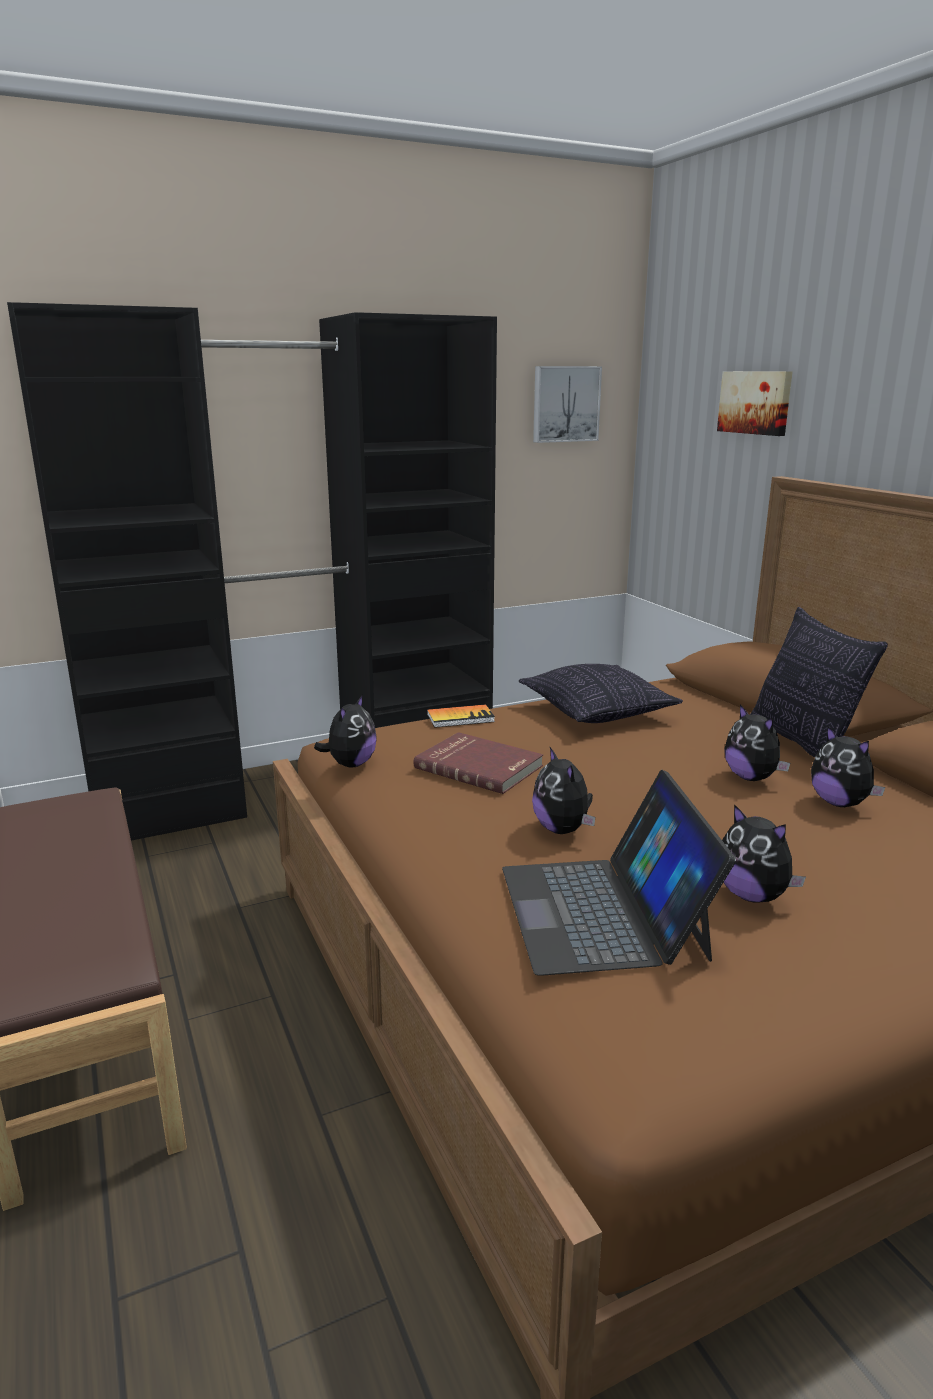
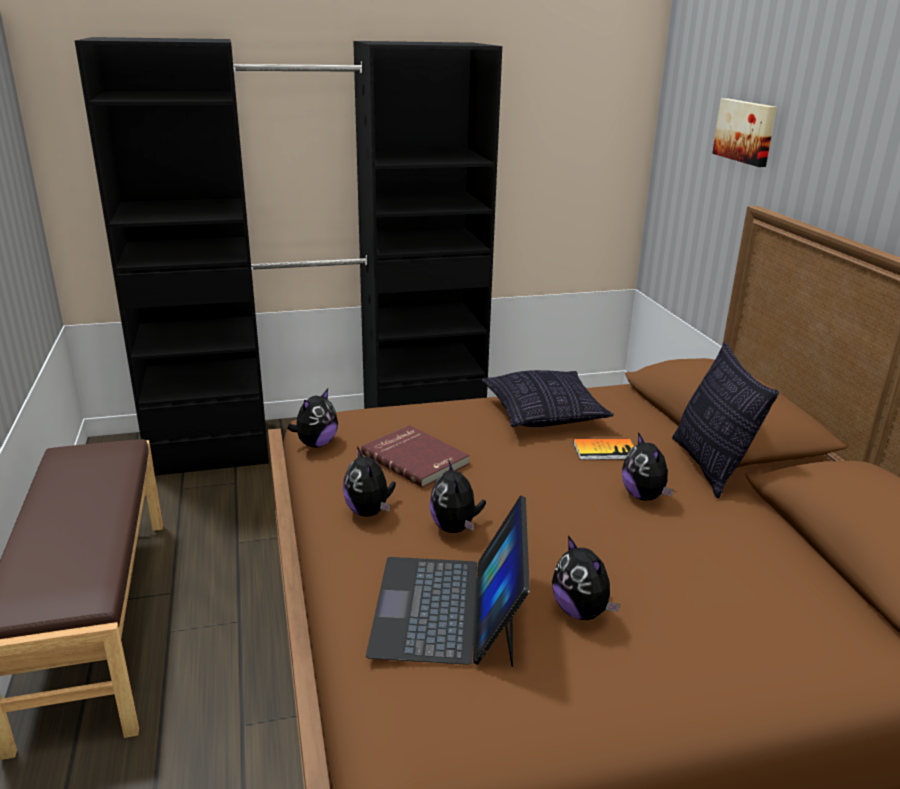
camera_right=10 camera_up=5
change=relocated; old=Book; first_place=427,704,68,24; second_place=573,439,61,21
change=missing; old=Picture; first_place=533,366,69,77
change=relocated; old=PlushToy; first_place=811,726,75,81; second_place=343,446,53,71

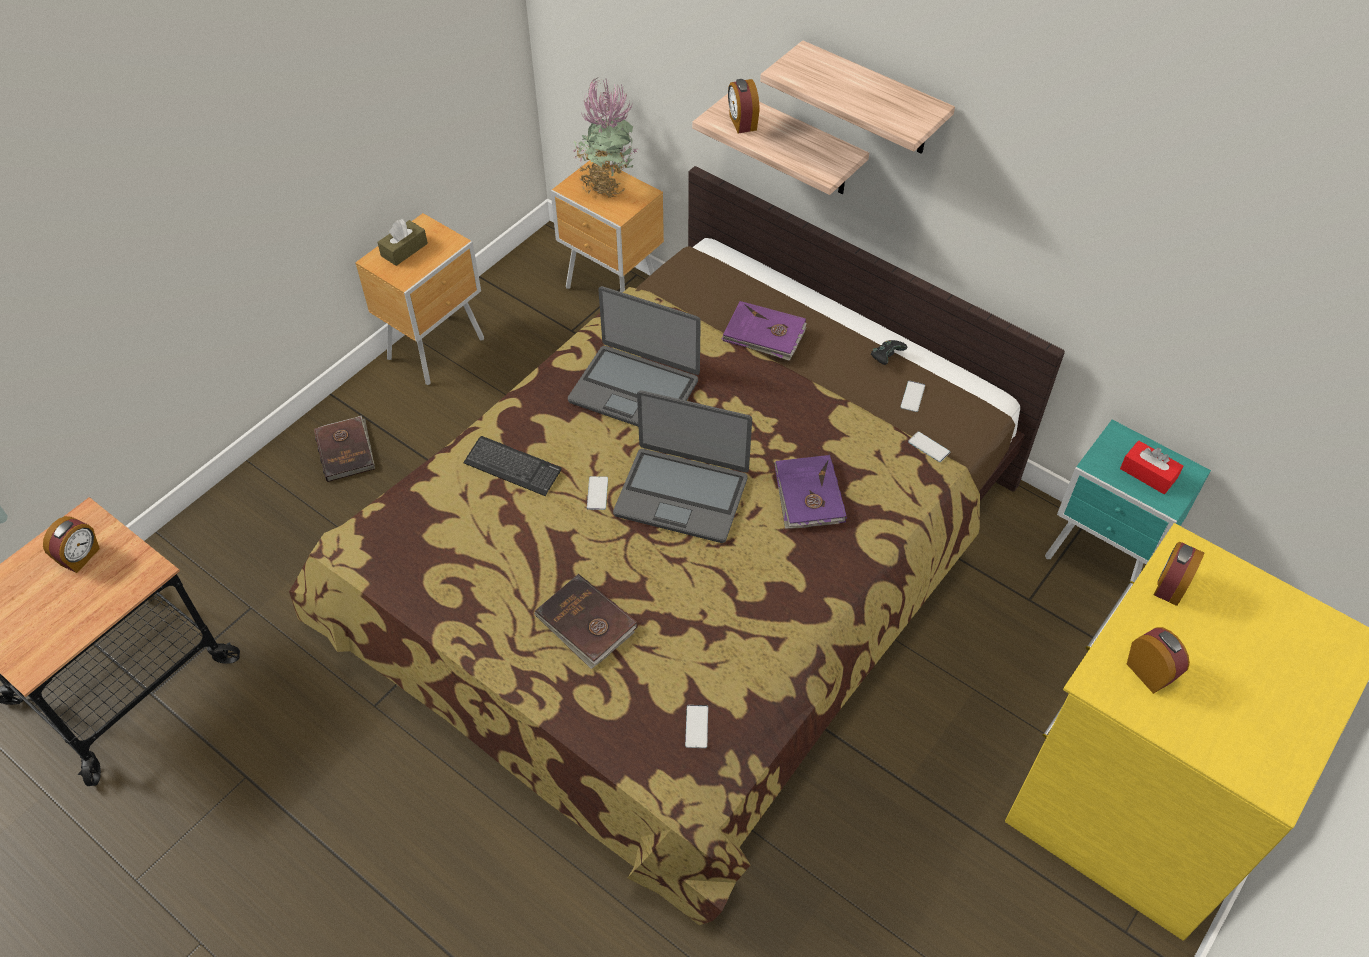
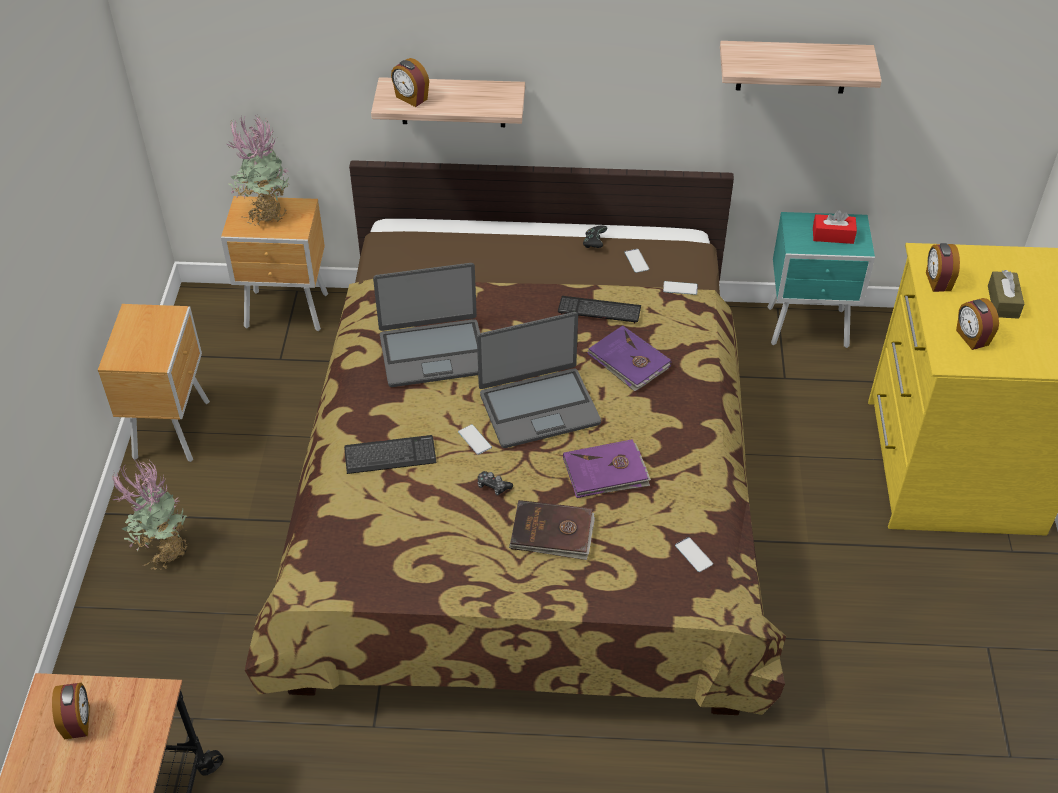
camera_right=-35 camera_up=-5
change=exchanged; old=BrownBook; new=PottedPlant; first_place=314,416,61,66; second_place=112,458,75,112
change=relocated; old=BrownTissueBox; first_place=377,219,51,47; second_place=988,270,36,49
change=relocated; old=PurpleBook; first_place=722,301,85,60; second_place=563,439,88,59
change=relocated; old=Shelf; first_place=760,40,195,114; second_place=720,41,162,53
change=spun; old=AlarmClock; first_place=1127,627,63,67; second_place=956,298,43,52; degrees=-135
change=appeared; new=GameController; second_place=478,471,35,24
change=appeared; new=Keyboard; second_place=558,296,83,27

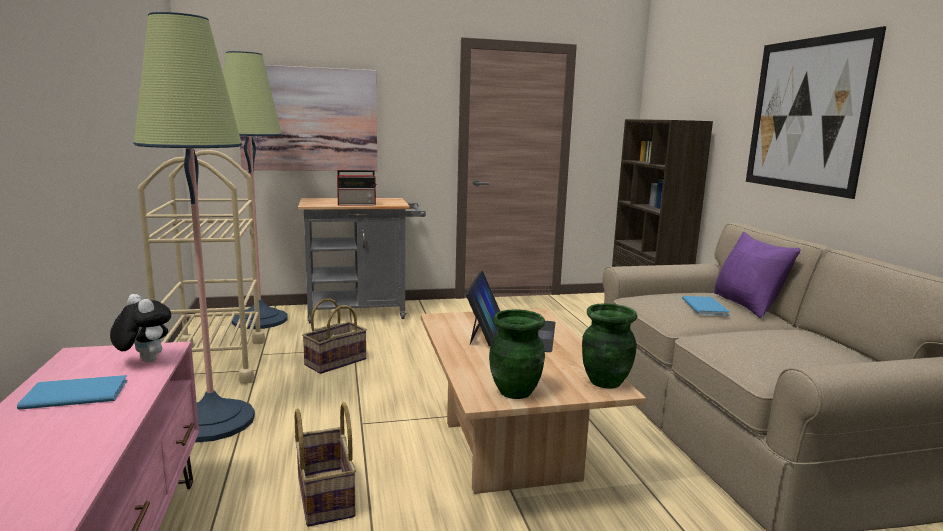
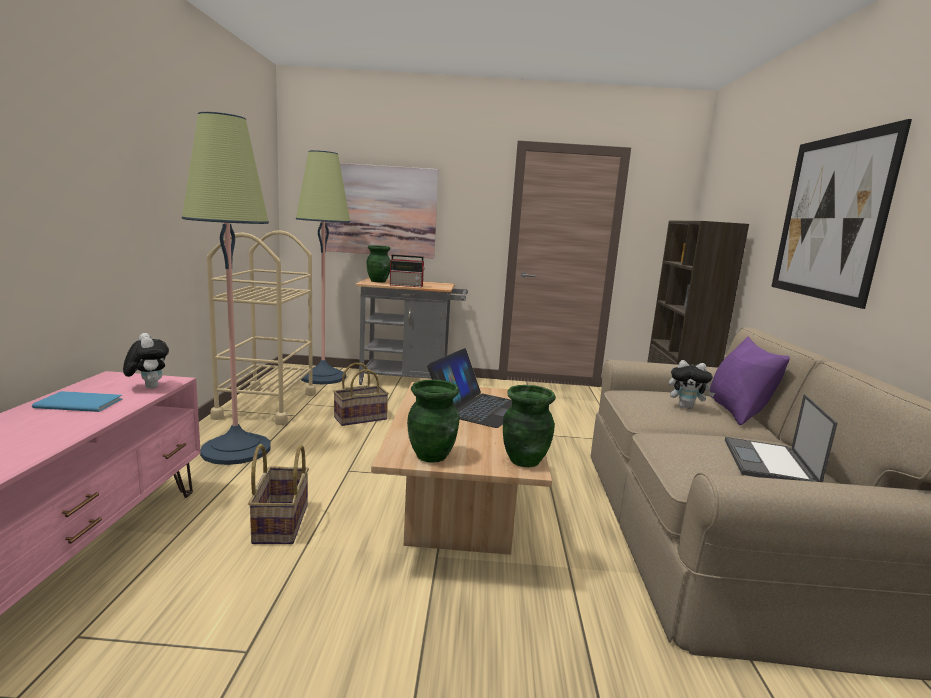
camera_right=15 camera_up=0
change=exchanged; old=BlueBook; new=PlushToy; first_place=682,296,48,20; second_place=669,360,46,49
change=appeared; new=GreenVase; second_place=367,245,23,37
change=appeared; new=Laptop; second_place=725,394,112,88

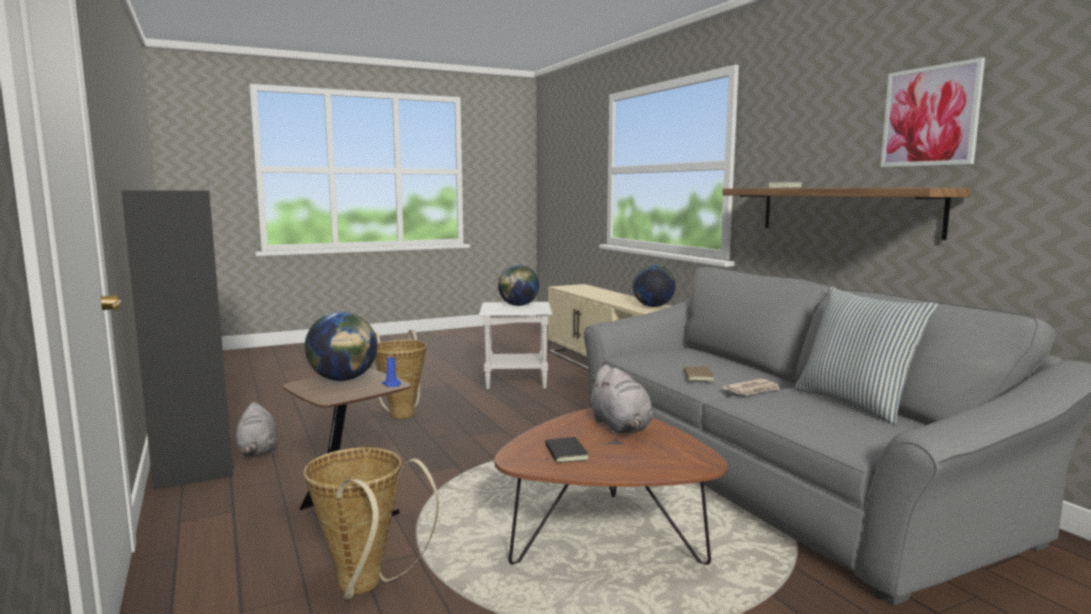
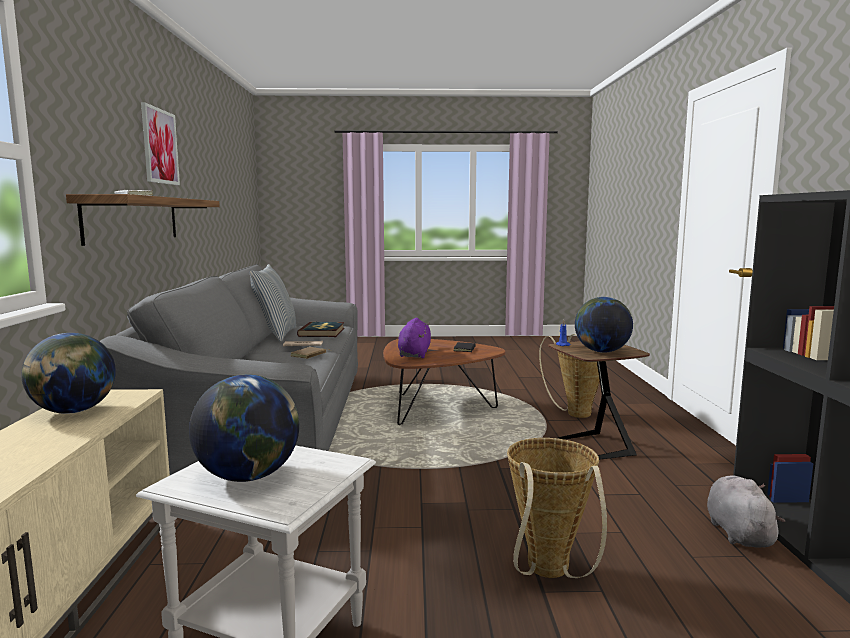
camera_right=-155 camera_up=0
change=colour; old=GreyPlushToy; new=PurplePlushToy; first_place=588,365,65,69; second_place=398,318,33,40
change=appeared; new=Book; second_place=297,322,47,15

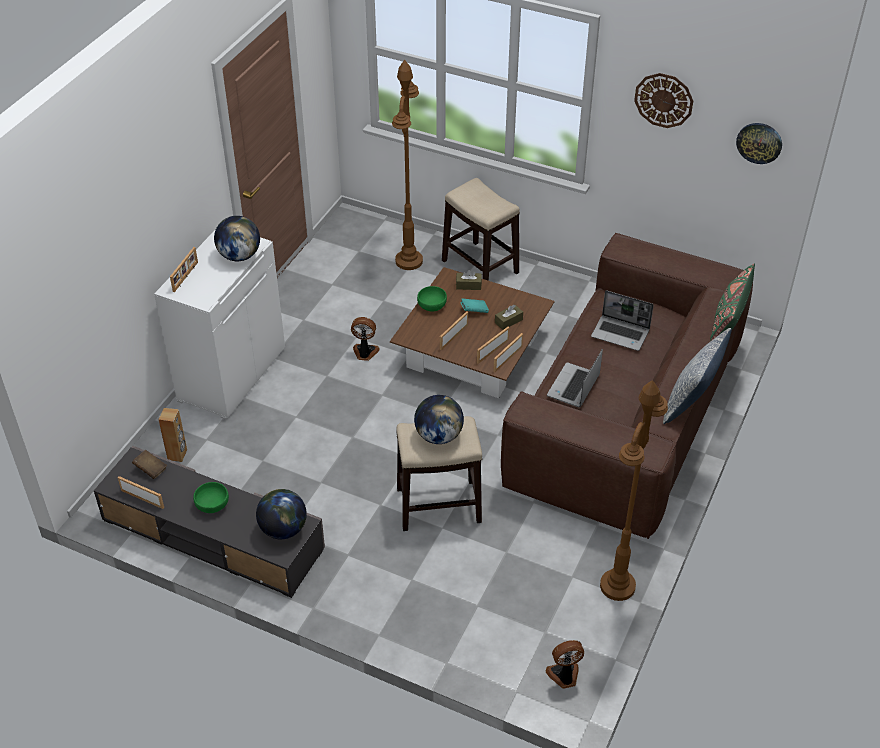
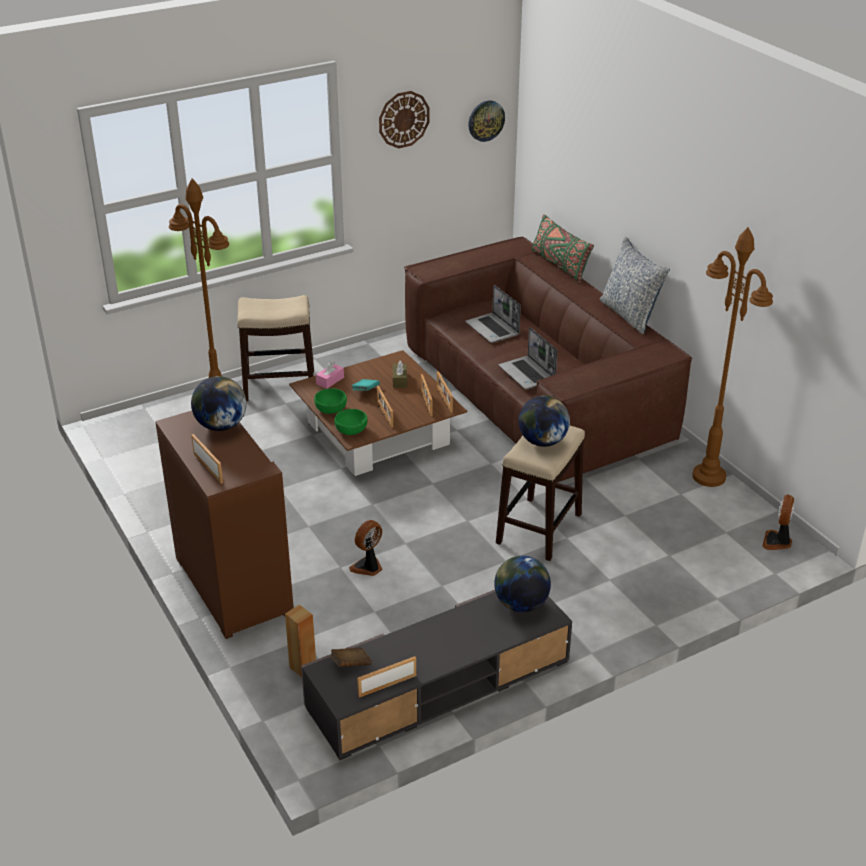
camera_right=-55 camera_up=-10
change=colour; old=WhiteCabinet; new=BrownCabinet; first_place=154,229,131,191; second_place=155,411,139,228
change=relocated; old=GreenBowl; first_place=193,482,36,31; second_place=334,409,34,26
change=relocated; old=Fan; first_place=351,317,29,44; second_place=349,520,34,56
change=colour; old=BrownTissueBox; new=PinkTissueBox; first_place=456,270,26,20; second_place=316,361,28,28
change=spun; old=Laptop; first_place=591,290,63,61; second_place=465,285,56,58; degrees=90

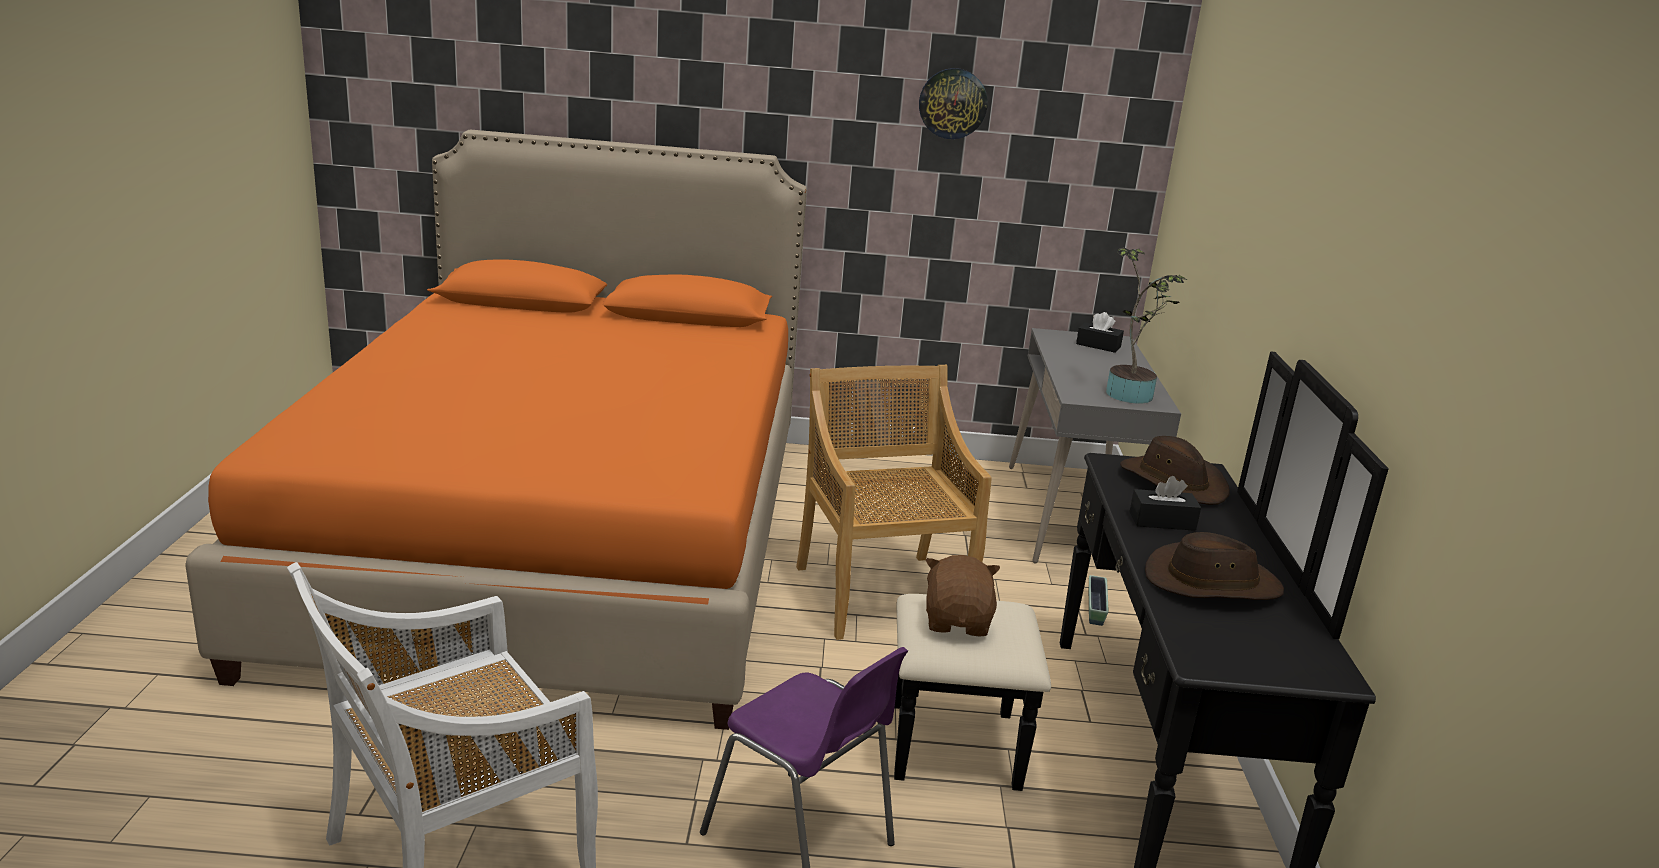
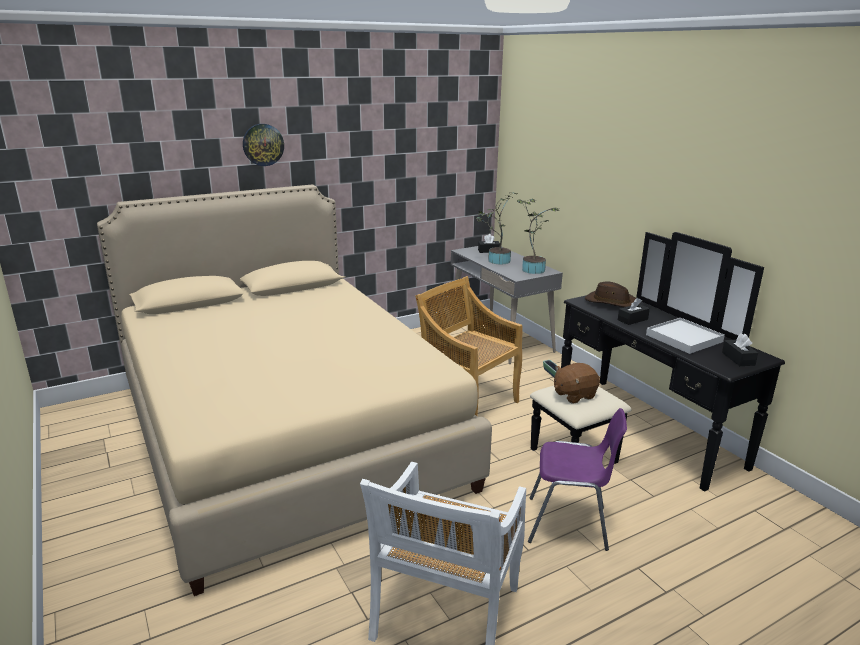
camera_right=-30 camera_up=0
change=colour; old=OrangeBed; new=BeigeBed; first_place=185,130,622,600; second_place=97,185,395,411
change=relocated; old=WallClock; first_place=919,68,69,71; second_place=243,124,41,42
change=spun; old=BrownPlushToy; first_place=926,555,74,81; second_place=554,363,46,41; degrees=-90
change=exchanged; old=BrownHat; new=WhiteTray; first_place=1145,532,139,68; second_place=646,318,79,36
change=appeared; new=PottedPlant; second_place=476,192,41,72
change=appeared; new=BlackTissueBox; second_place=722,333,36,33

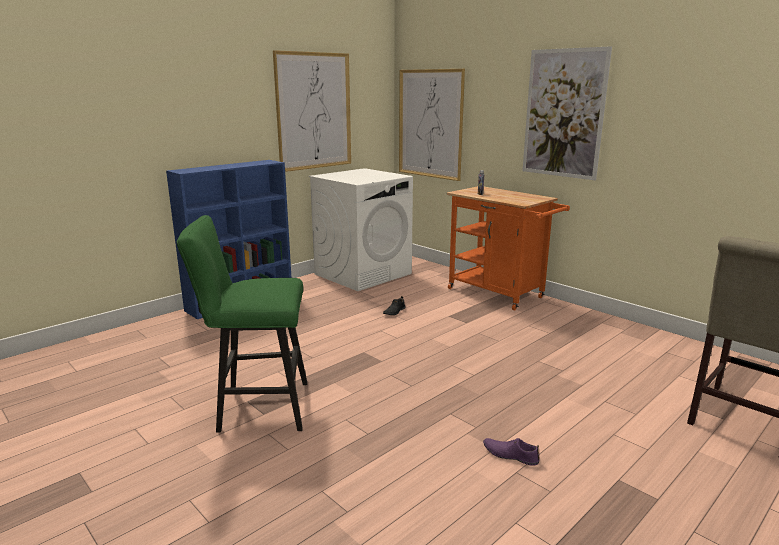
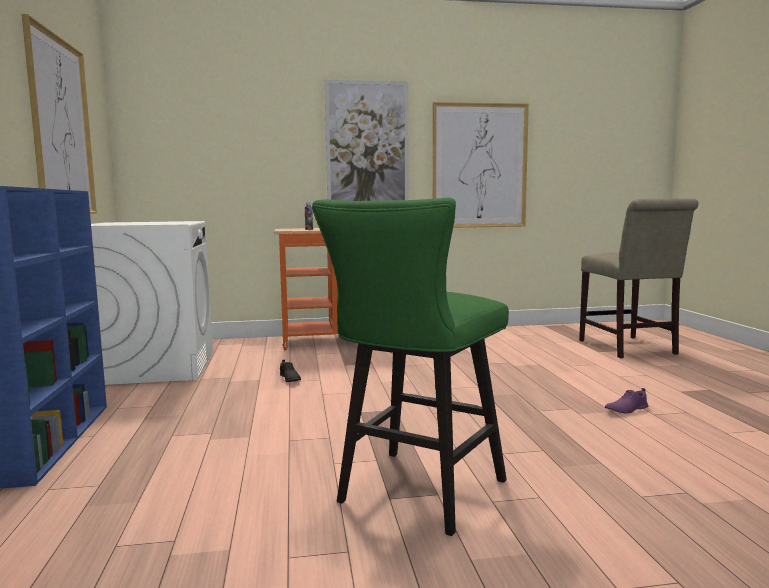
camera_right=-55 camera_up=-10
change=relocated; old=Picture; first_place=399,69,66,112; second_place=433,102,96,126

